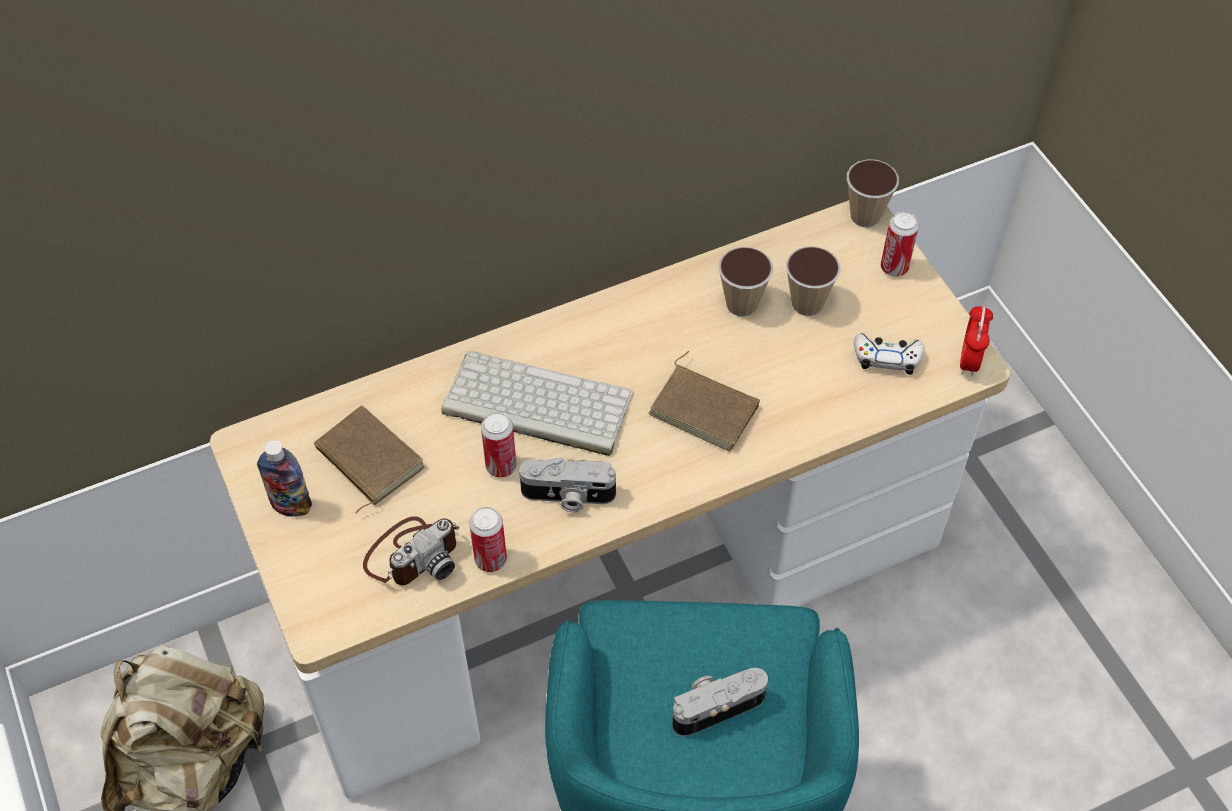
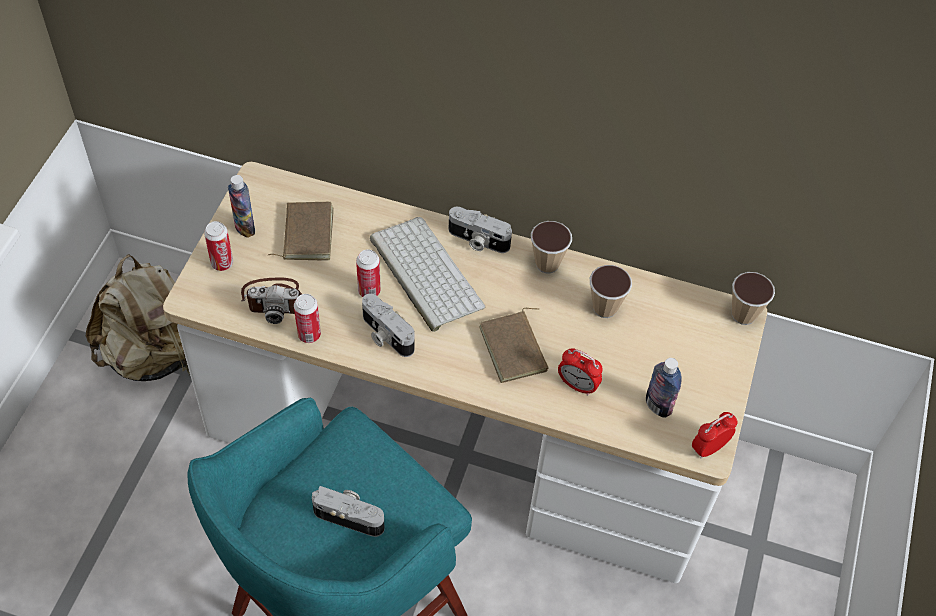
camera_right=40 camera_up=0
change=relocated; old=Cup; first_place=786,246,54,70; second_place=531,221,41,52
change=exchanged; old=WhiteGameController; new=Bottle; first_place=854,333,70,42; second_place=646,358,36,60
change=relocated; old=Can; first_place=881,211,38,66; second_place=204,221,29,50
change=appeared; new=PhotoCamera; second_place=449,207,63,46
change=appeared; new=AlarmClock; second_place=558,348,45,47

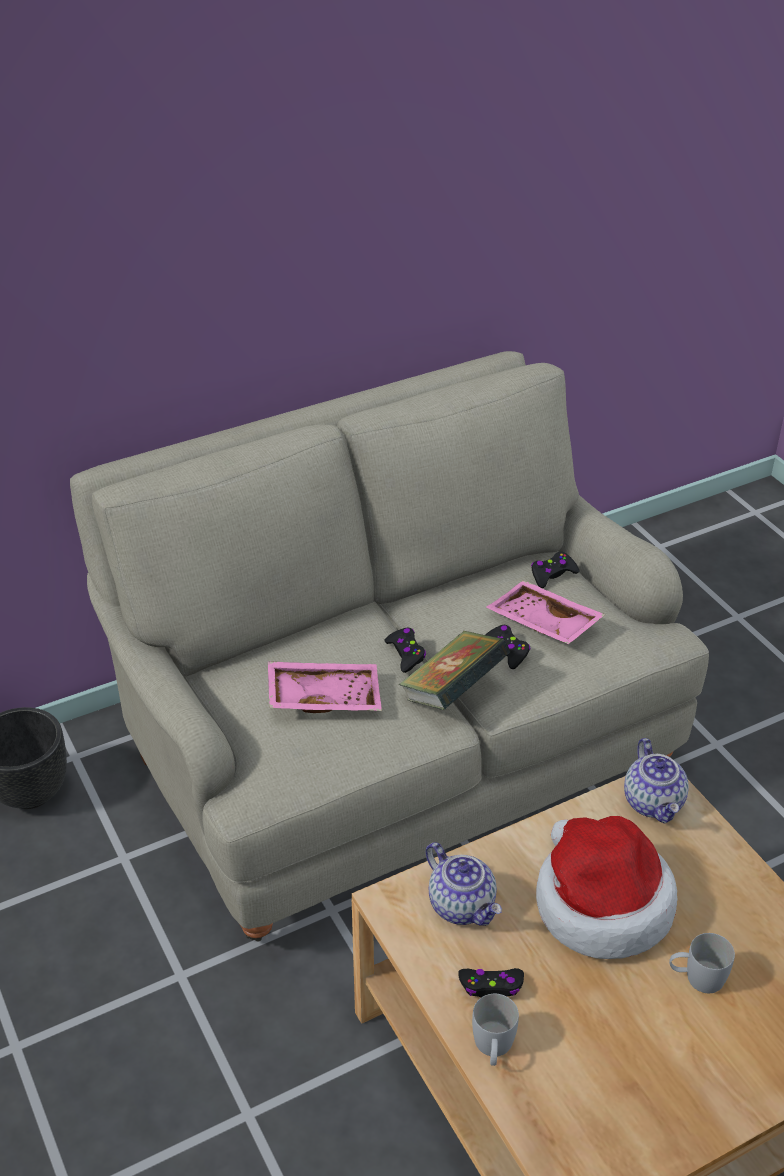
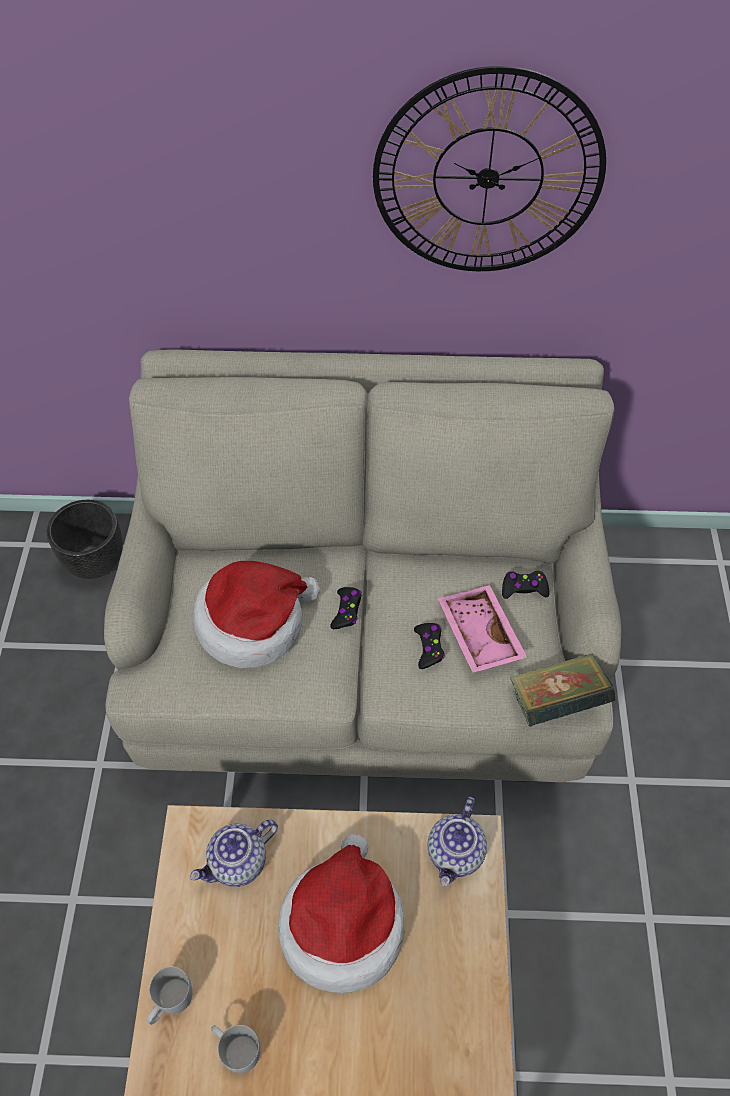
camera_right=30 camera_up=15
change=exchanged; old=PinkTray; new=Hat; first_place=268,661,114,52; second_place=193,561,127,107
change=relocated; old=Book; first_place=398,631,113,79; second_place=510,654,106,73
change=spun; old=Teapot; first_place=426,842,76,84; second_place=190,820,88,67; degrees=60
change=missing; old=BlackGameController; first_place=458,968,66,29
change=relocated; old=WhiteMug; first_place=669,933,66,60; second_place=211,1025,50,48
change=appeared; new=WallClock; second_place=373,66,233,205

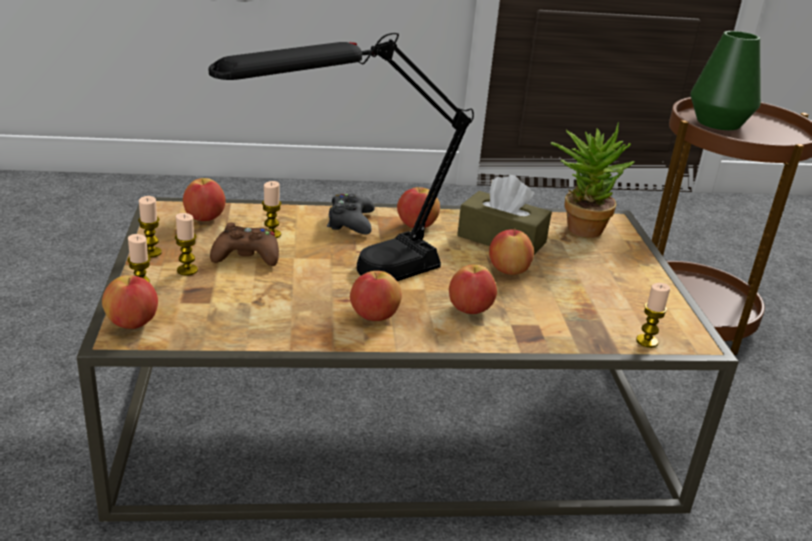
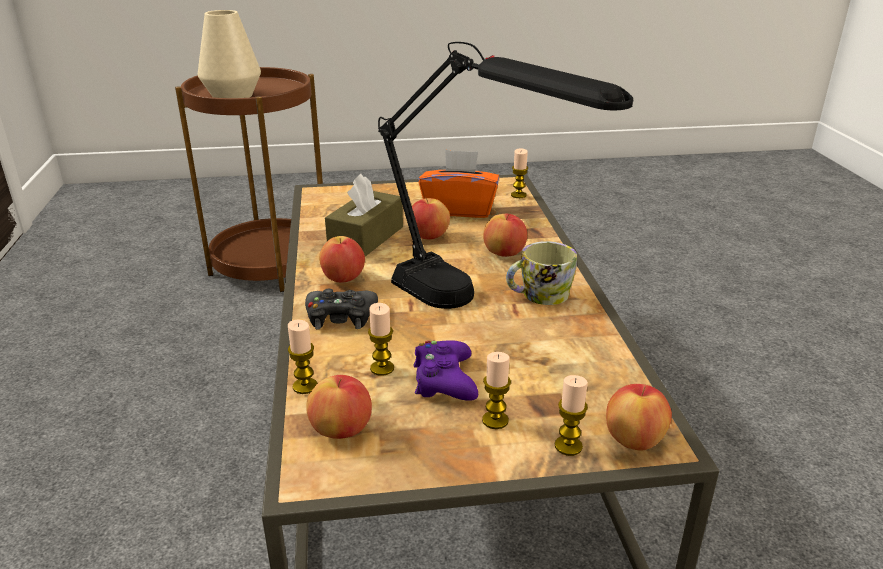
camera_right=-90 camera_up=0
change=relocated; old=Candle; first_place=138,196,24,61; second_place=288,320,29,74
change=colour; old=BrownGameController; new=PurpleGameController; first_place=210,223,69,43; second_place=413,340,65,61
change=exchanged; old=Apple; new=Mug; first_place=350,271,52,50; second_place=506,241,71,64
change=missing; old=PottedPlant; first_place=551,122,84,116
change=colour; old=GreenVase; new=BeigeVase; first_place=690,31,71,99; second_place=198,10,63,88
change=appeared; new=OrangeTissueBox; second_place=418,150,81,68

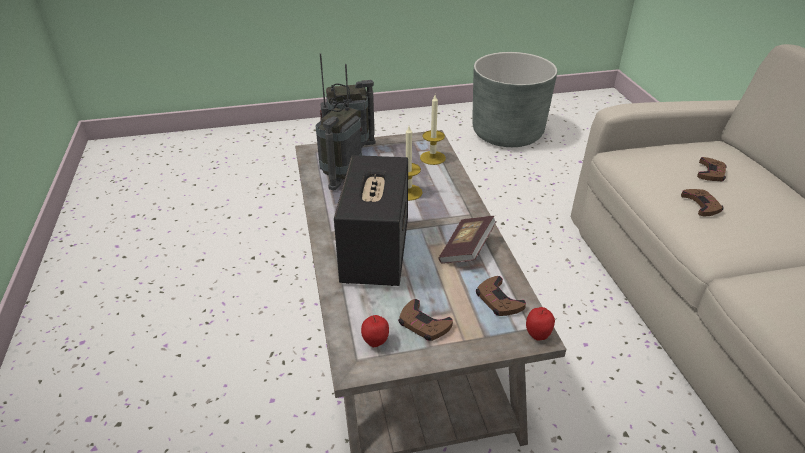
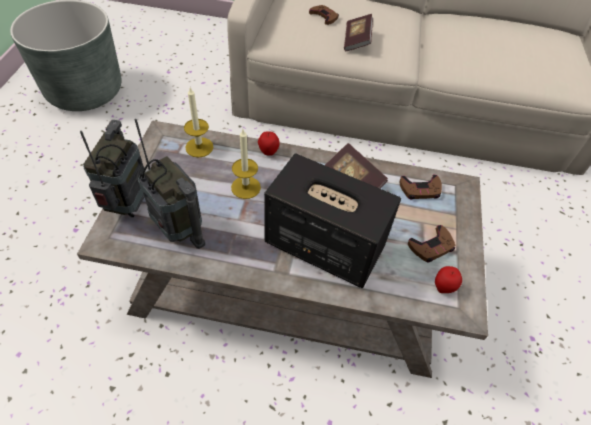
camera_right=-70 camera_up=15
change=relocated; old=Apple; first_place=526,307,29,33; second_place=258,131,22,25
change=exchanged; old=BrownGameController; new=Book; first_place=681,189,43,27; second_place=344,14,29,37

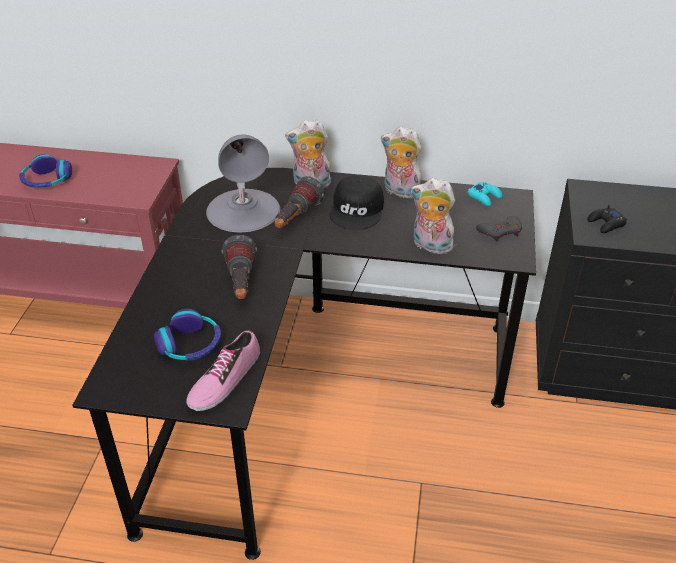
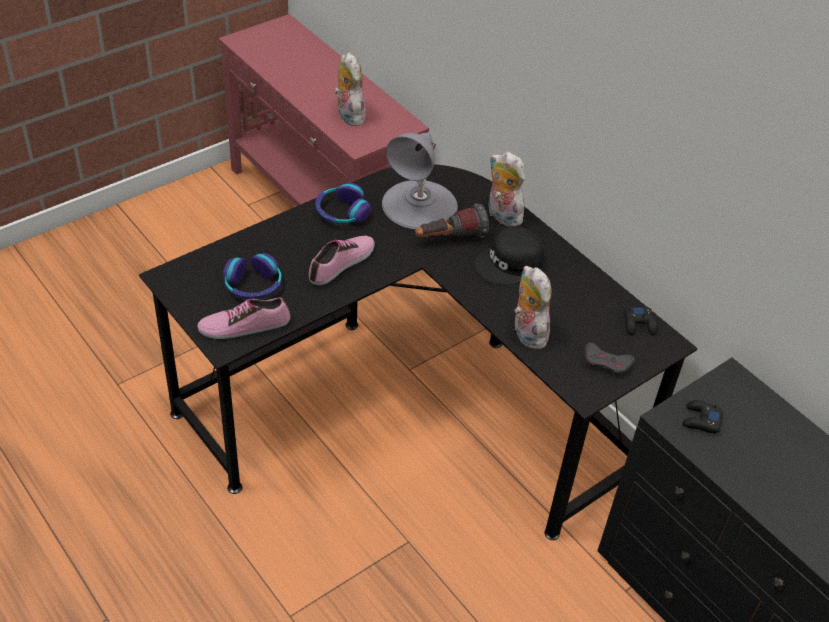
camera_right=40 camera_up=5
change=relocated; old=Headphones; first_place=19,154,53,34; second_place=315,183,56,40
change=exchanged; old=Flashlight; new=Shoe; first_place=221,235,36,64; second_place=309,236,66,49
change=relocated; old=PlushToy; first_place=381,126,41,73; second_place=334,53,32,73
change=colour; old=TurquoiseGameController; new=BlackGameController; first_place=468,182,34,25; second_place=624,306,33,29

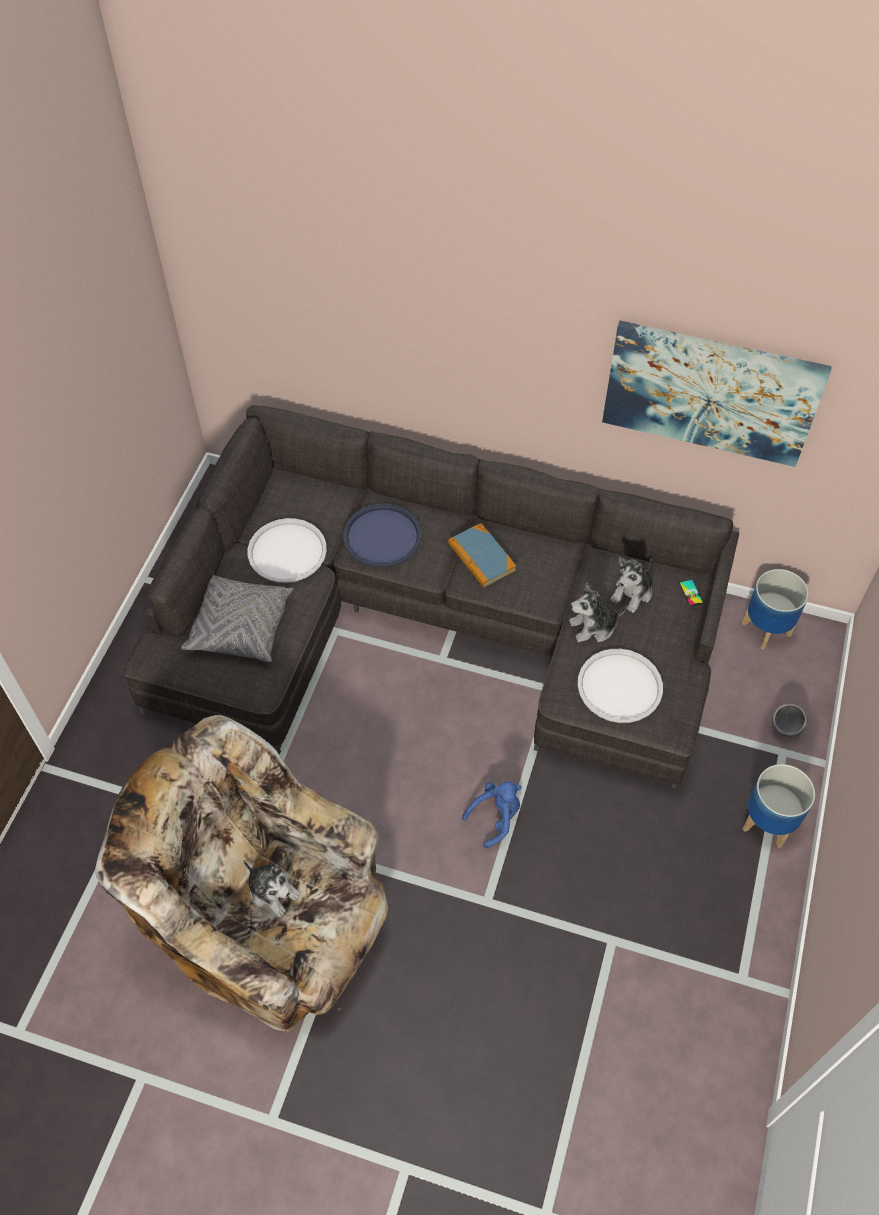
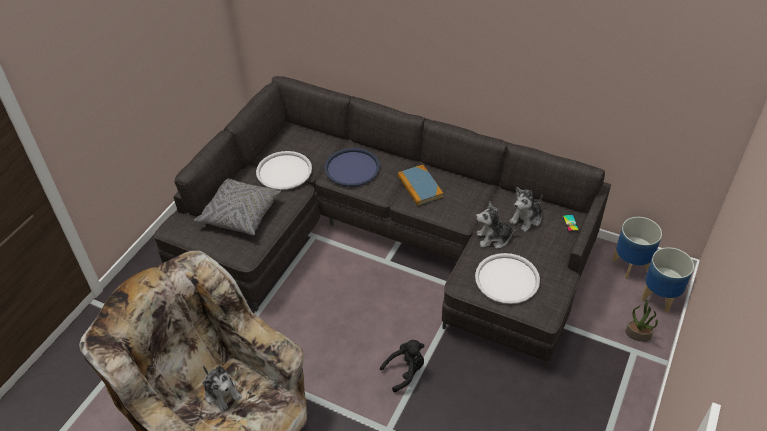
camera_right=10 camera_up=-10
change=colour; old=BluePlushToy; new=BlackPlushToy; first_place=462,781,60,67; second_place=380,340,45,52
change=missing; old=Picture; first_place=602,321,230,146
change=relocated; old=Planter; first_place=742,764,73,84; second_place=641,247,53,66
change=exchanged; old=GreyBowl; new=PottedPlant; first_place=771,703,37,34; second_place=626,299,32,43

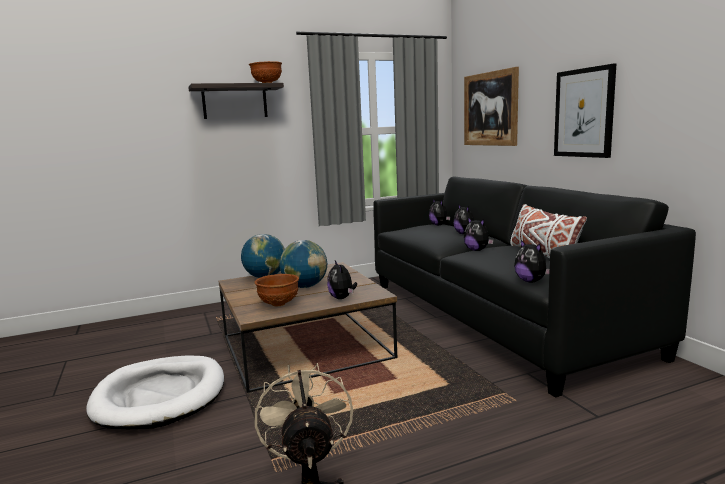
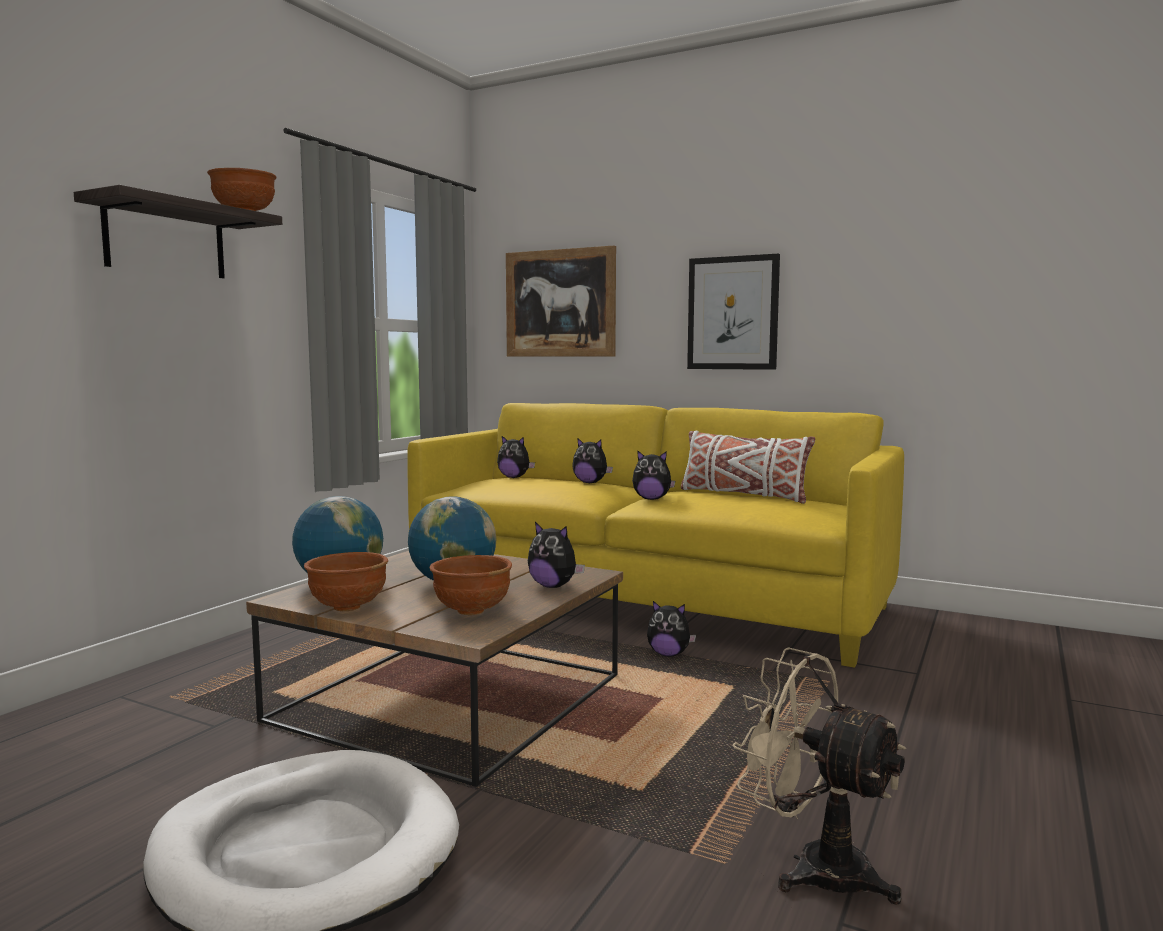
camera_right=-40 camera_up=-5
change=colour; old=BlackSofa; new=YellowSofa; first_place=373,177,323,221; second_place=407,403,497,265
change=relocated; old=PlushToy; first_place=514,240,35,42; second_place=647,601,49,56
change=appeared; new=BrownBowl; second_place=304,552,84,59

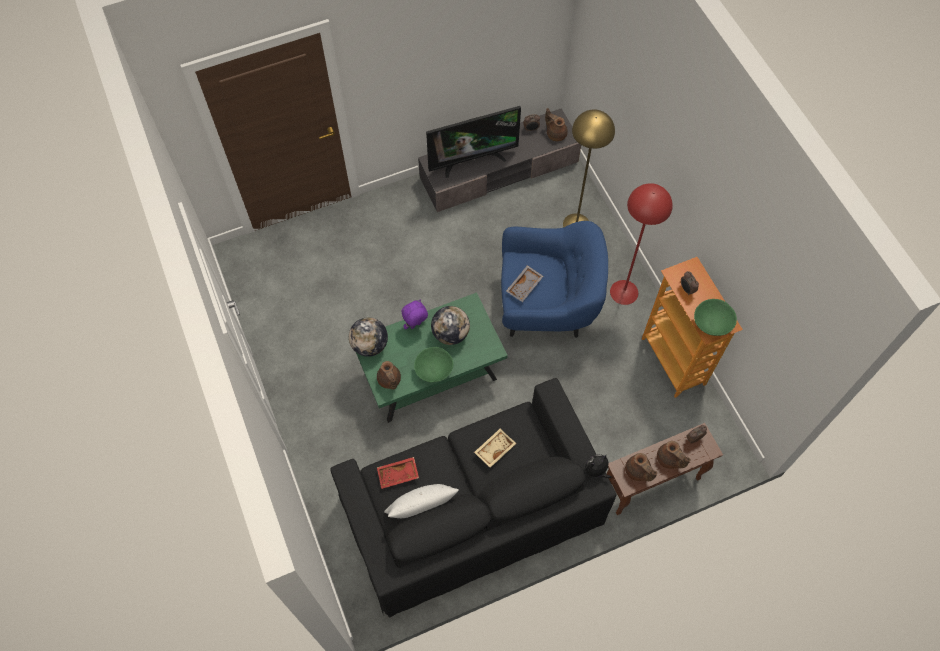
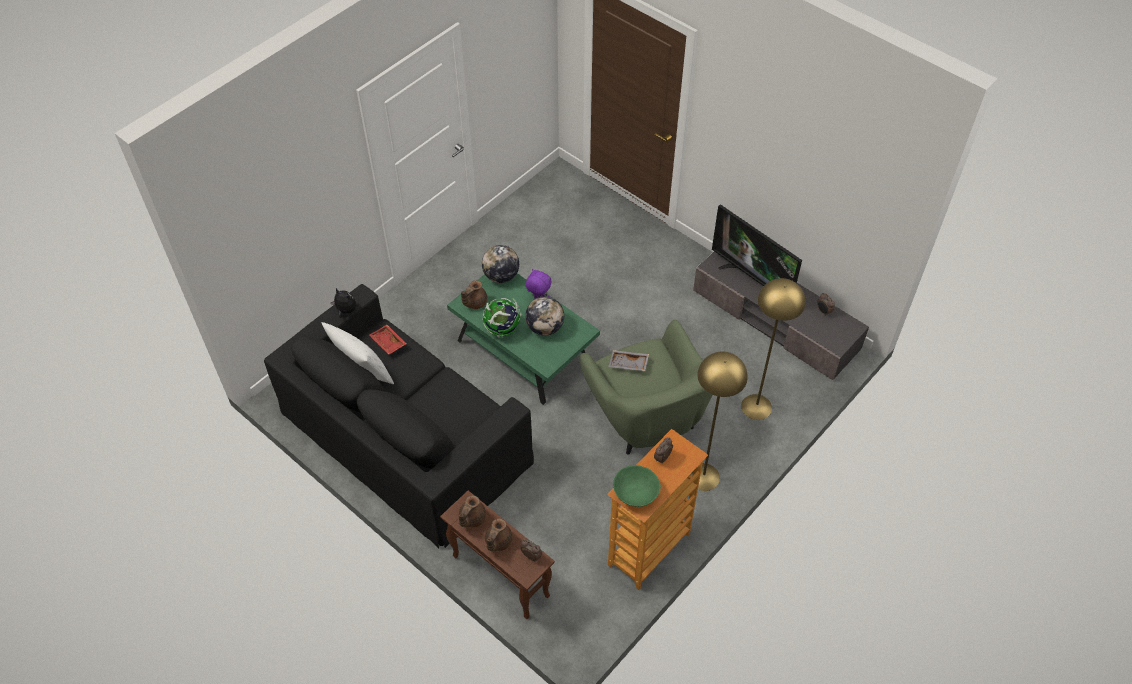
camera_right=65 camera_up=-10
change=exchanged; old=GreenBowl; new=Globe; first_place=414,347,39,36; second_place=482,298,40,40
change=missing; old=BeigeTray; first_place=474,428,43,40
change=colour; old=BlueArmchair; new=GreenArmchair; first_place=501,221,107,117; second_place=580,320,133,134
change=missing; old=BrownTeapot; first_place=545,108,23,33
change=relocated; old=PlushToy; first_place=585,454,26,26; second_place=330,288,26,30
change=colour; old=RedFloorLamp; new=YellowFloorLamp; first_place=610,183,63,122; second_place=690,352,58,139

